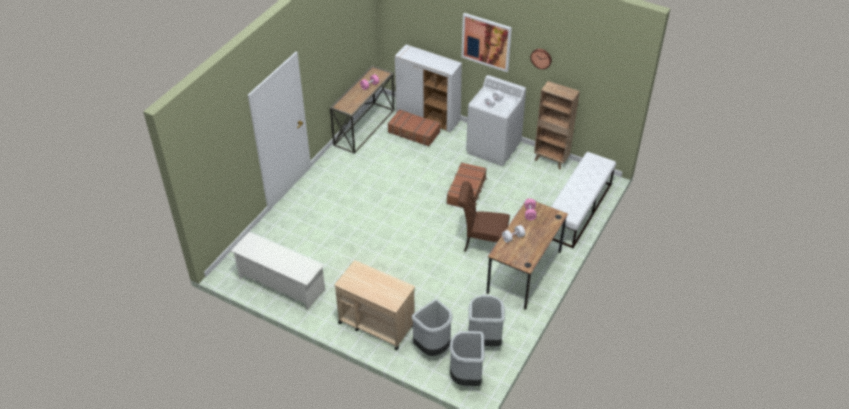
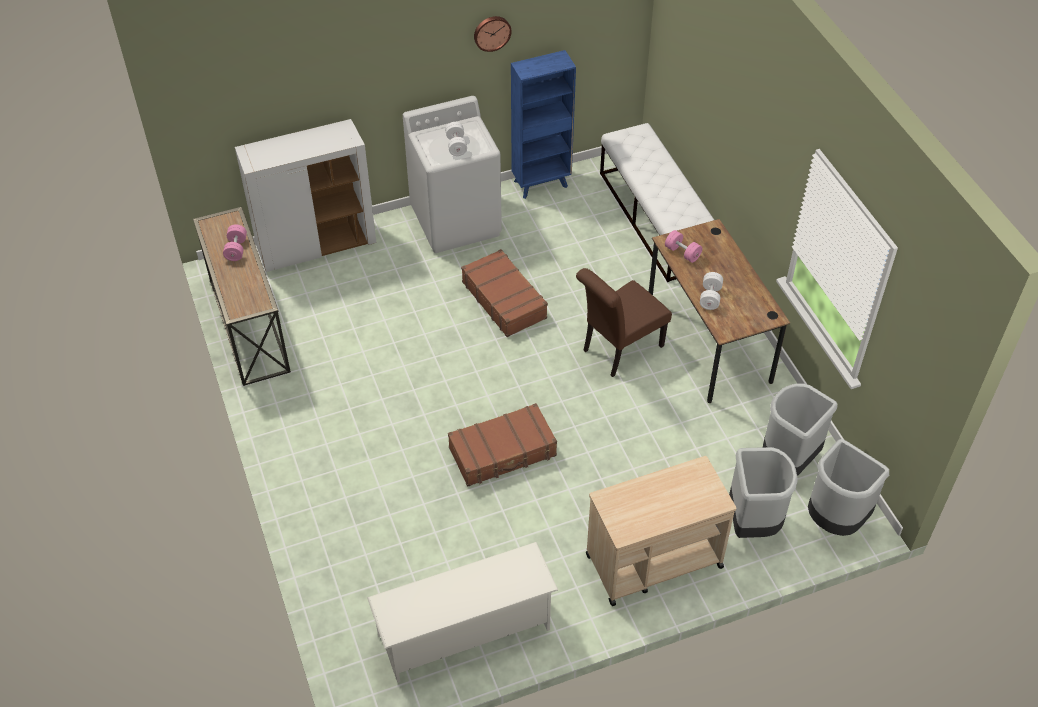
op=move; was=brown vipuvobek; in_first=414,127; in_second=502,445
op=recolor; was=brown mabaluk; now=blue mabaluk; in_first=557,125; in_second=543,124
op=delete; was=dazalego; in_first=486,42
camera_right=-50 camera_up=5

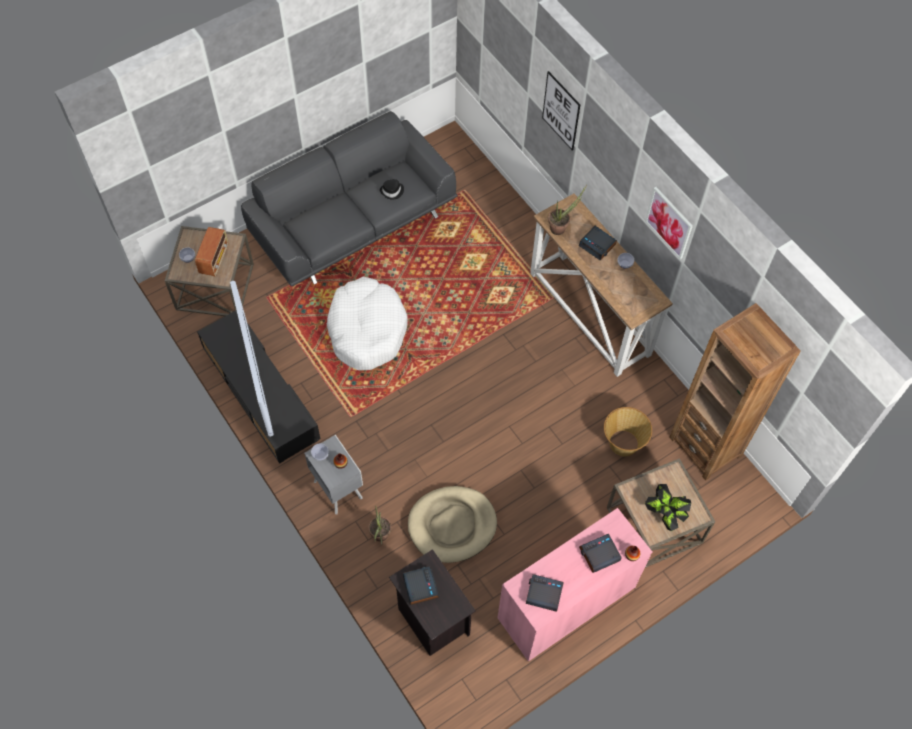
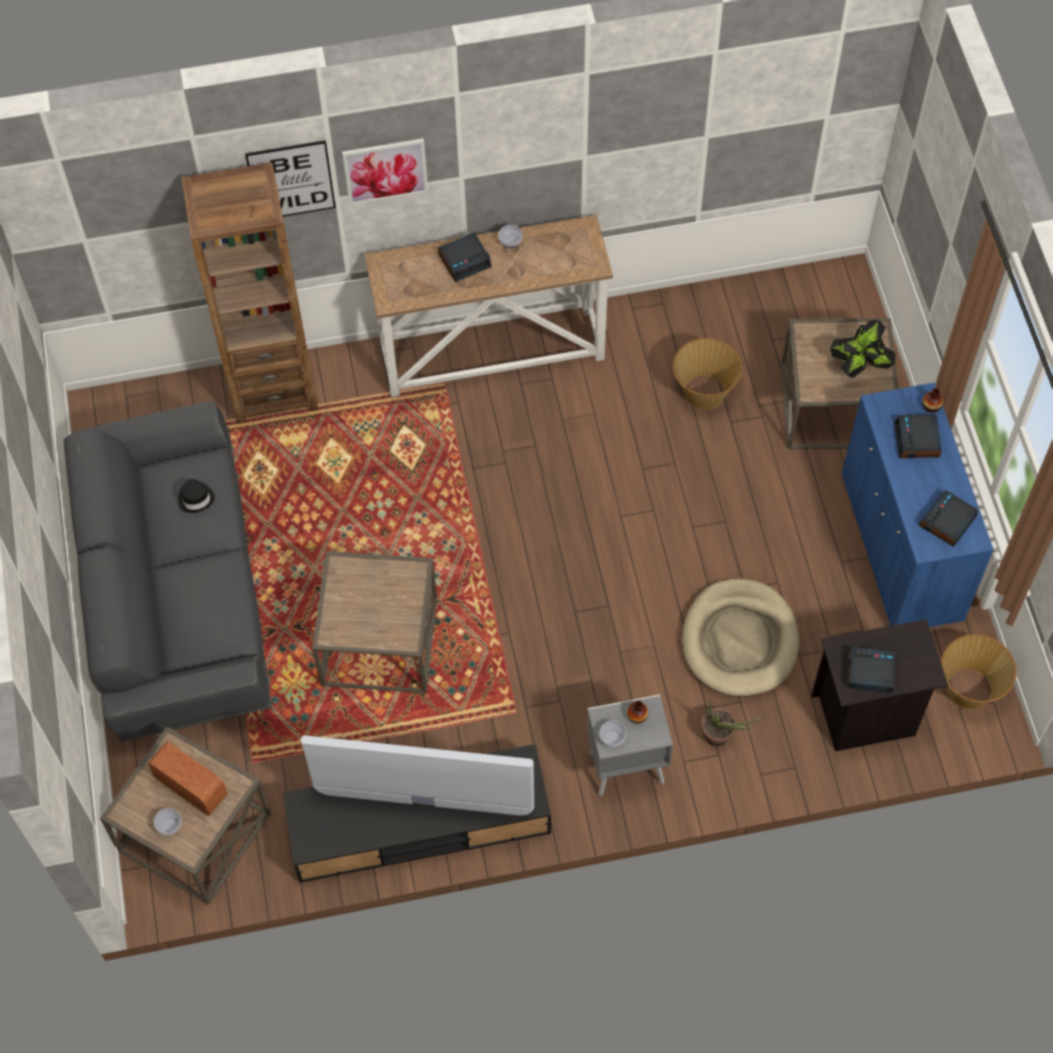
op=move; was=brown mabaluk; in_first=735,392; in_second=250,293
op=replace; was=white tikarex; now=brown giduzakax; in_first=367,323; in_second=374,622
op=move; was=dazalego; in_first=669,223; in_second=385,171
op=recolor; was=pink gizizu; now=blue gizizu; in_first=574,585; in_second=918,504
op=insert; now=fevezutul; in_second=979,671
op=delete; was=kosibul; in_first=567,210
camera_right=-65 camera_up=0

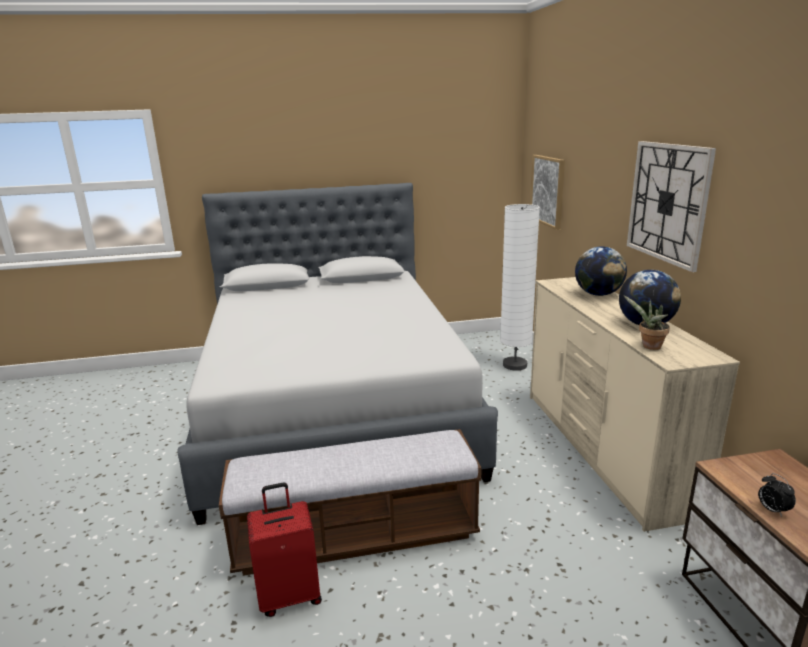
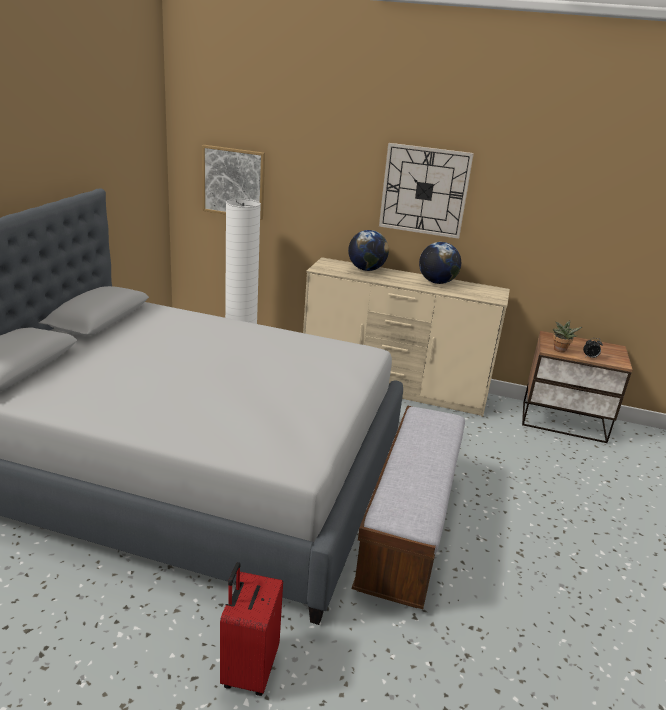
op=move; was=red vipuvobek; in_first=284,550; in_second=251,629
op=move; was=kosibul; in_first=646,322; in_second=567,336
camera_right=-65 camera_up=5

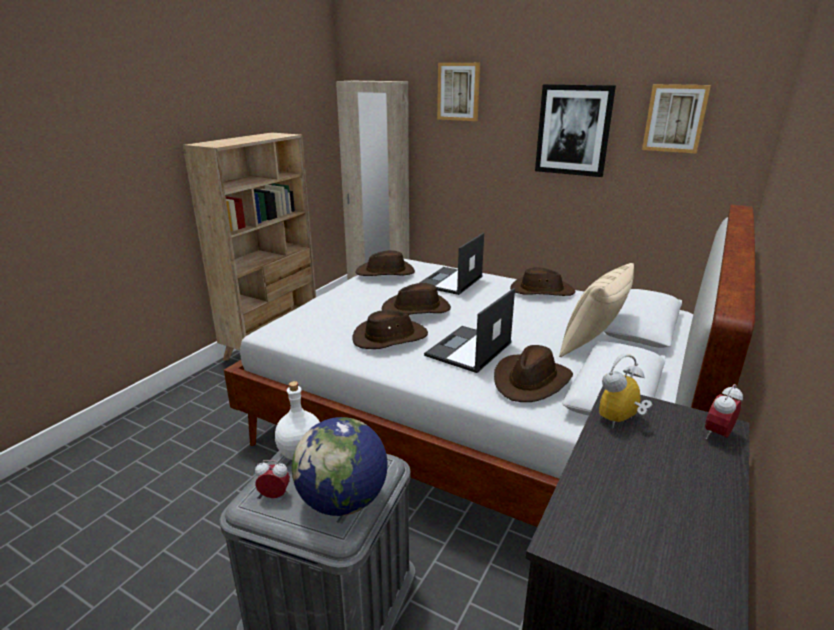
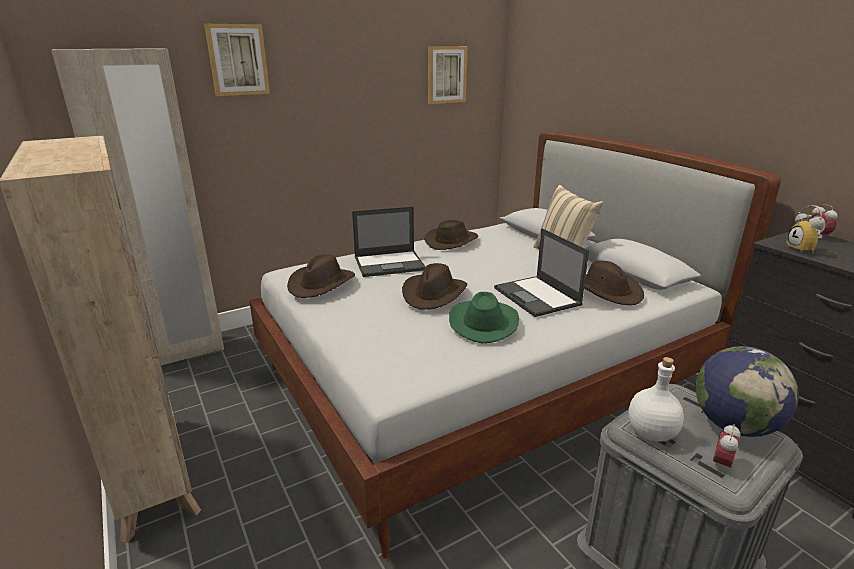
op=rotate; was=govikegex; in_first=452,264; in_second=389,241; clockwise=-75
op=recolor; was=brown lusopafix; now=green lusopafix; in_first=390,329; in_second=484,317
op=delete; was=dazalego; in_first=575,130
camera_right=-60 camera_up=0

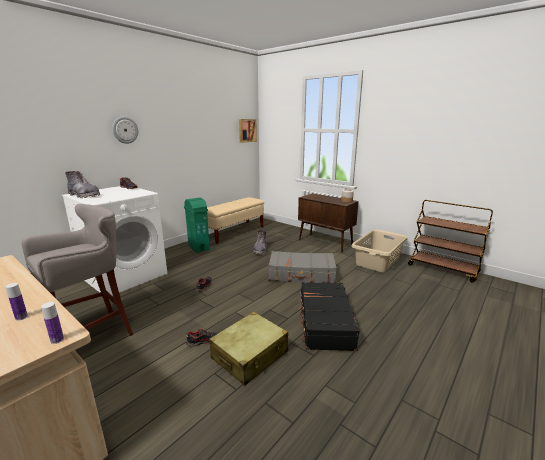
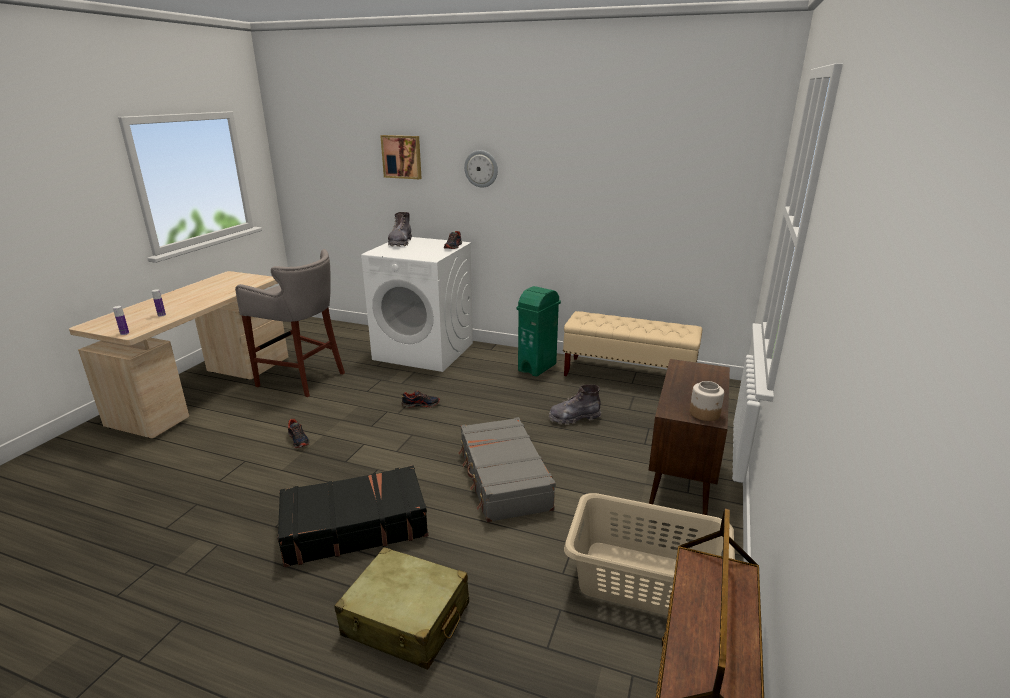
op=move; was=beige vipuvobek; in_first=248,349; in_second=401,608
op=move; was=dazalego; in_first=248,131; in_second=401,157
camera_right=70 camera_up=5

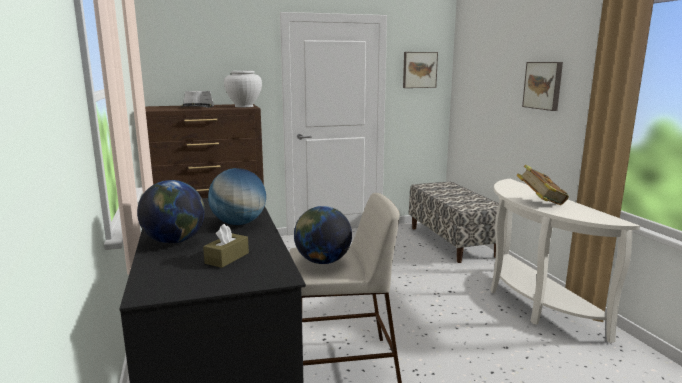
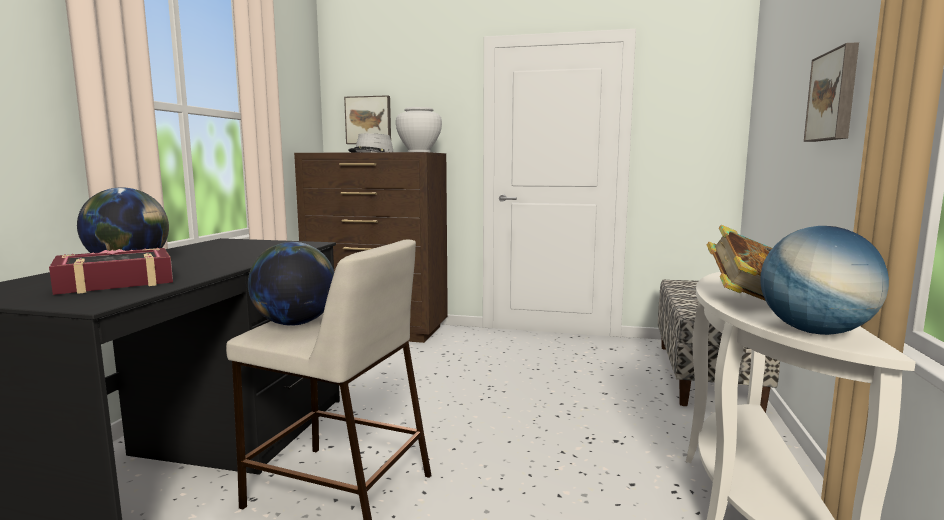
op=replace; was=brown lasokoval; now=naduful; in_first=226,246; in_second=111,271
op=move; was=dazalego; in_first=420,70; in_second=367,119
op=move; was=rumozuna; in_first=237,196; in_second=824,280
camera_right=30 camera_up=-5

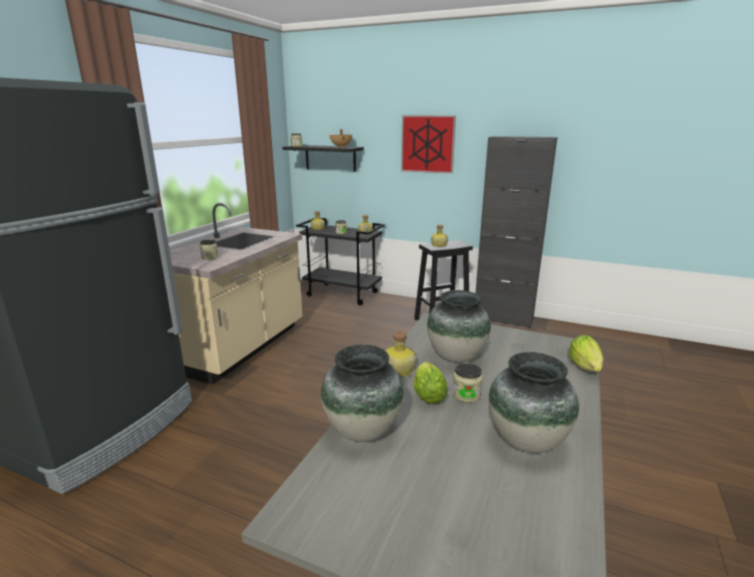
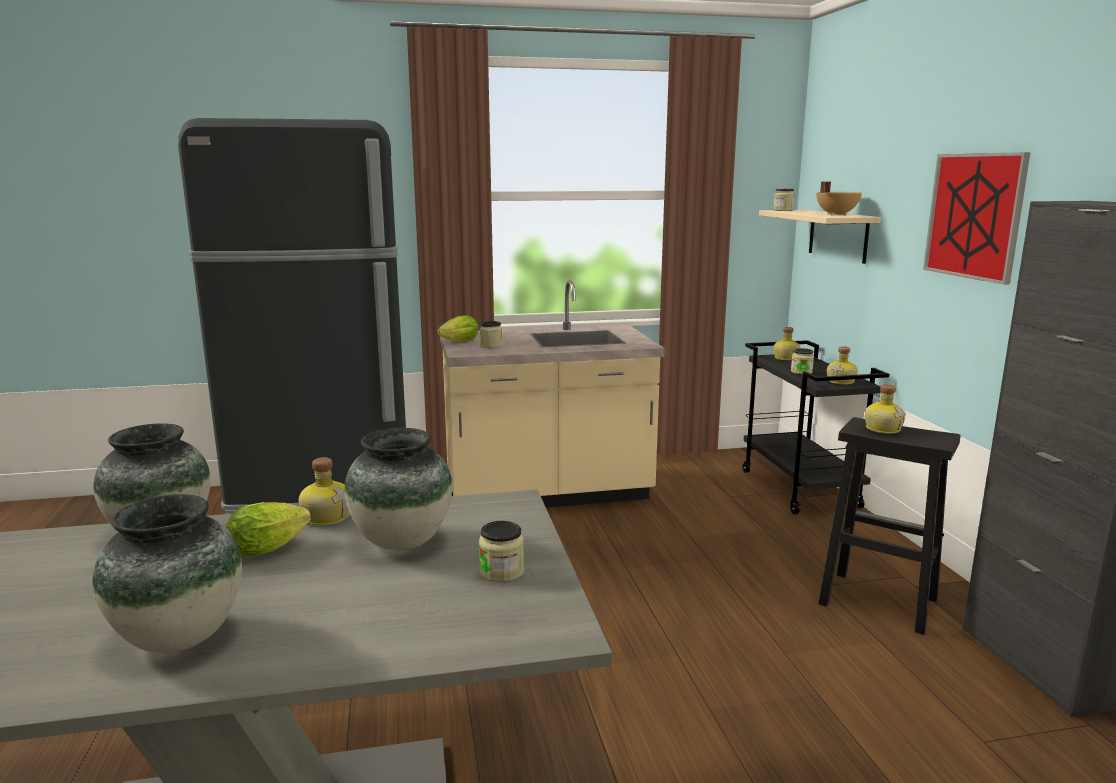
op=move; was=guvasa; in_first=586,353; in_second=457,328
op=move; was=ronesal; in_first=467,383; in_second=501,551
op=recolor; was=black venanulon; now=beige venanulon; in_first=323,158; in_second=820,237
camera_right=55 camera_up=-5

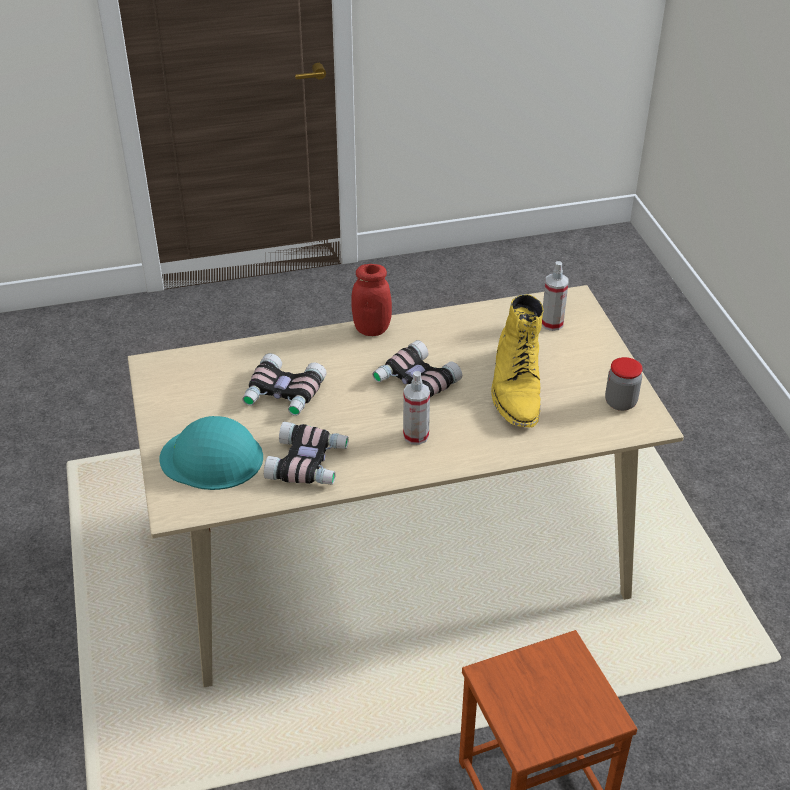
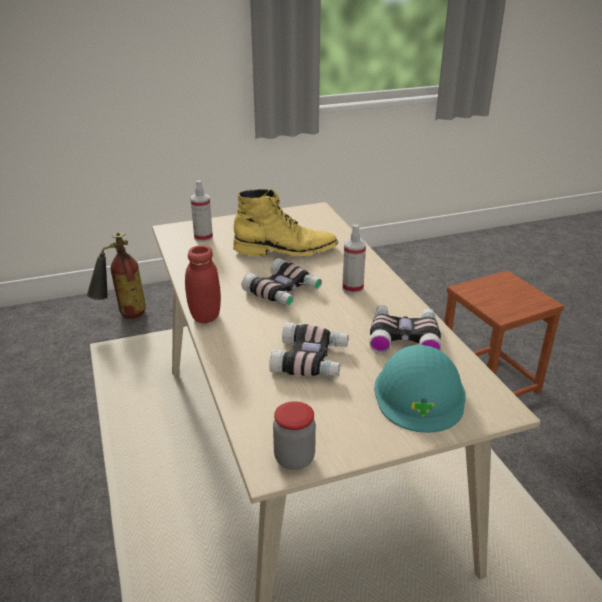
op=insert; now=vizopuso; in_second=116,275
op=move; was=ronesal; in_first=624,384; in_second=294,435
camera_right=-95 camera_up=-10

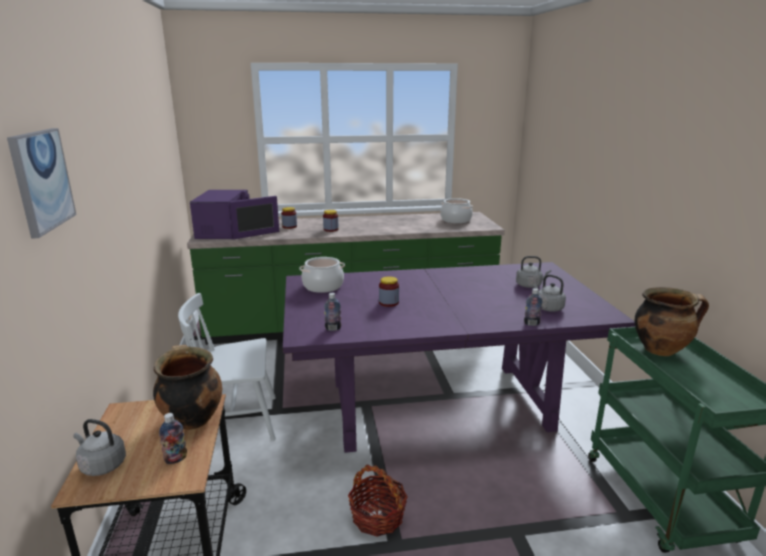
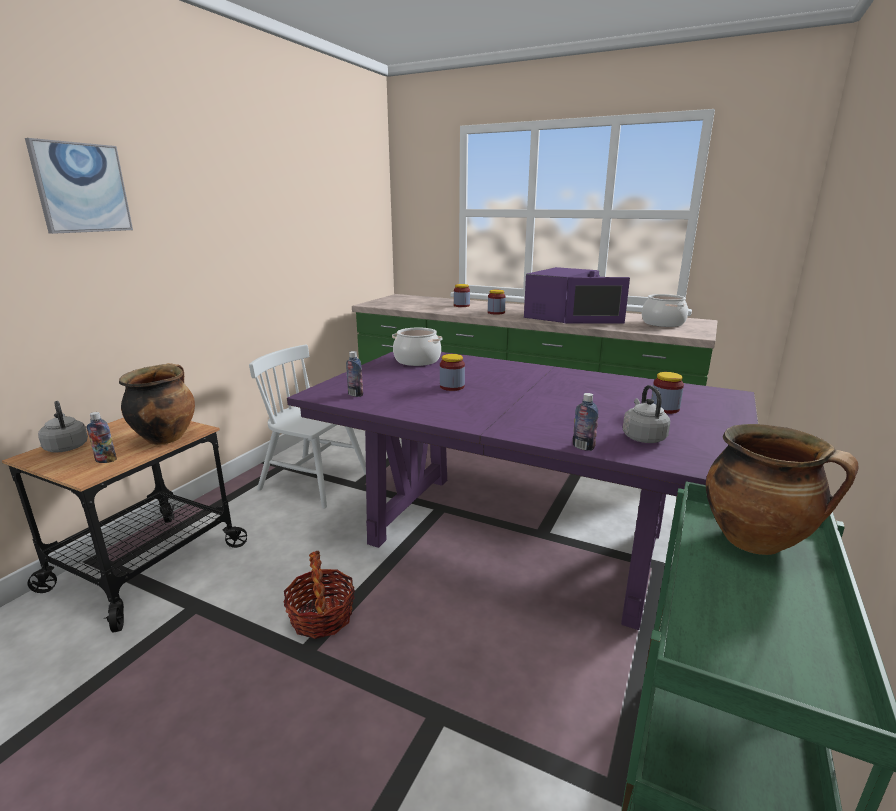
op=move; was=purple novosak; in_first=234,214; in_second=577,295
op=replace; was=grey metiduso; now=ronesal; in_first=533,272; in_second=667,393
camera_right=35 camera_up=0

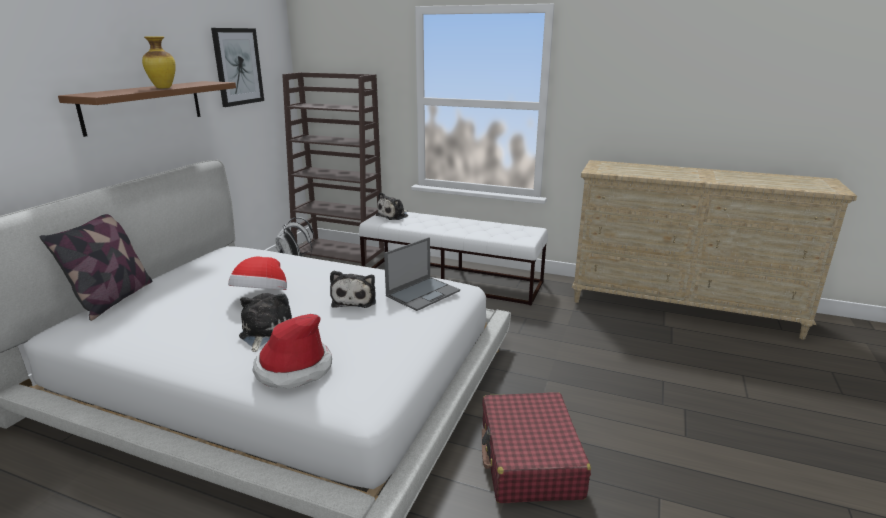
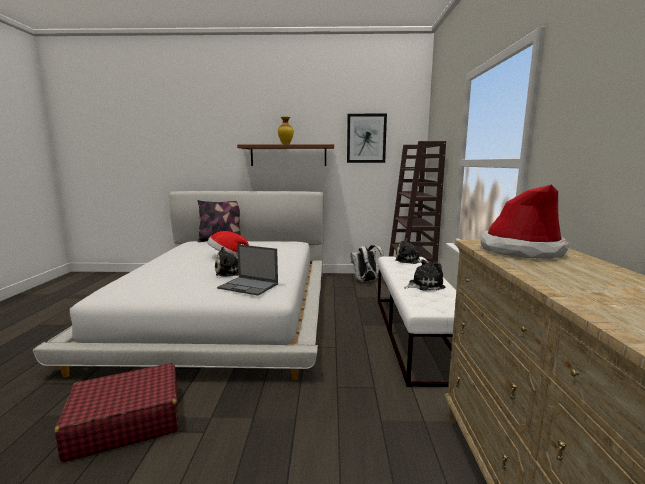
op=move; was=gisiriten; in_first=265,322; in_second=424,274
op=move; was=lusopafix; in_first=292,351; in_second=525,221
camera_right=70 camera_up=-10

